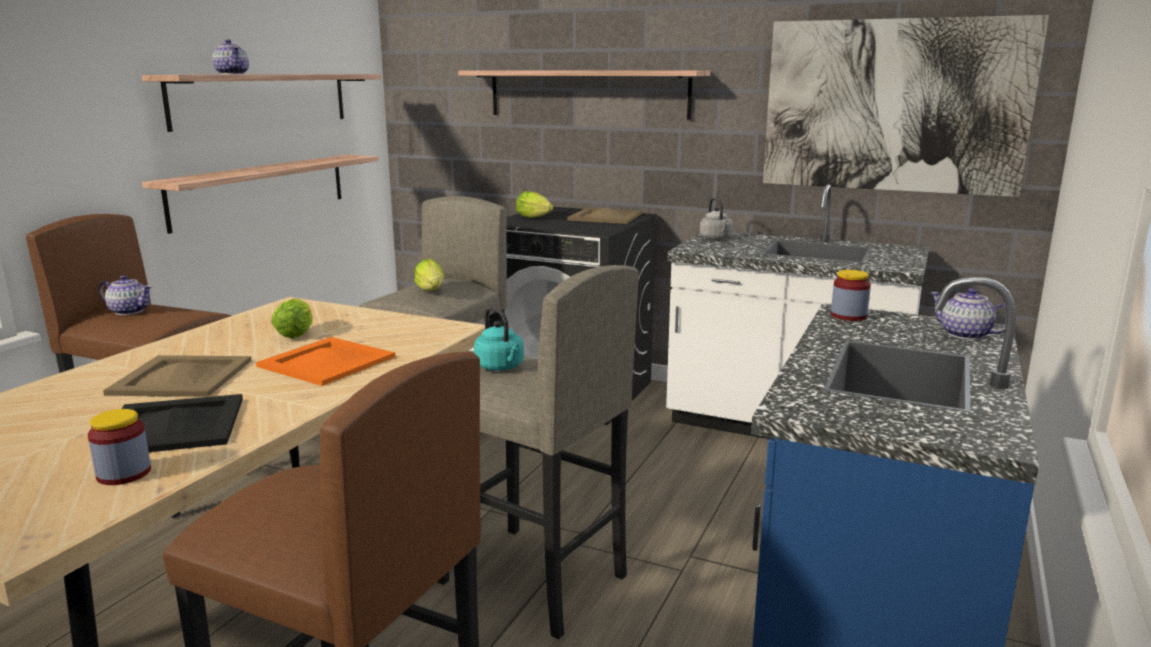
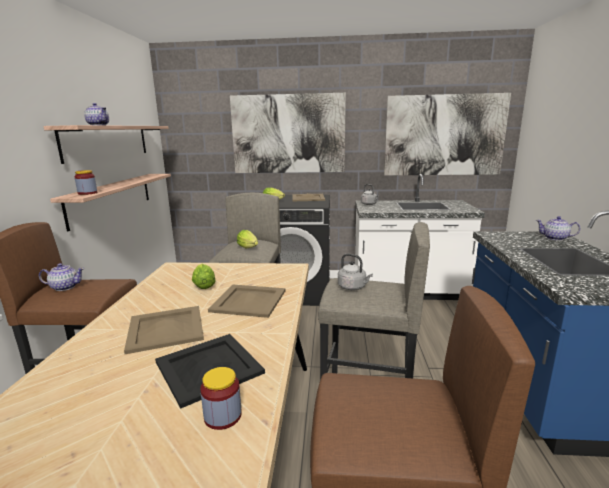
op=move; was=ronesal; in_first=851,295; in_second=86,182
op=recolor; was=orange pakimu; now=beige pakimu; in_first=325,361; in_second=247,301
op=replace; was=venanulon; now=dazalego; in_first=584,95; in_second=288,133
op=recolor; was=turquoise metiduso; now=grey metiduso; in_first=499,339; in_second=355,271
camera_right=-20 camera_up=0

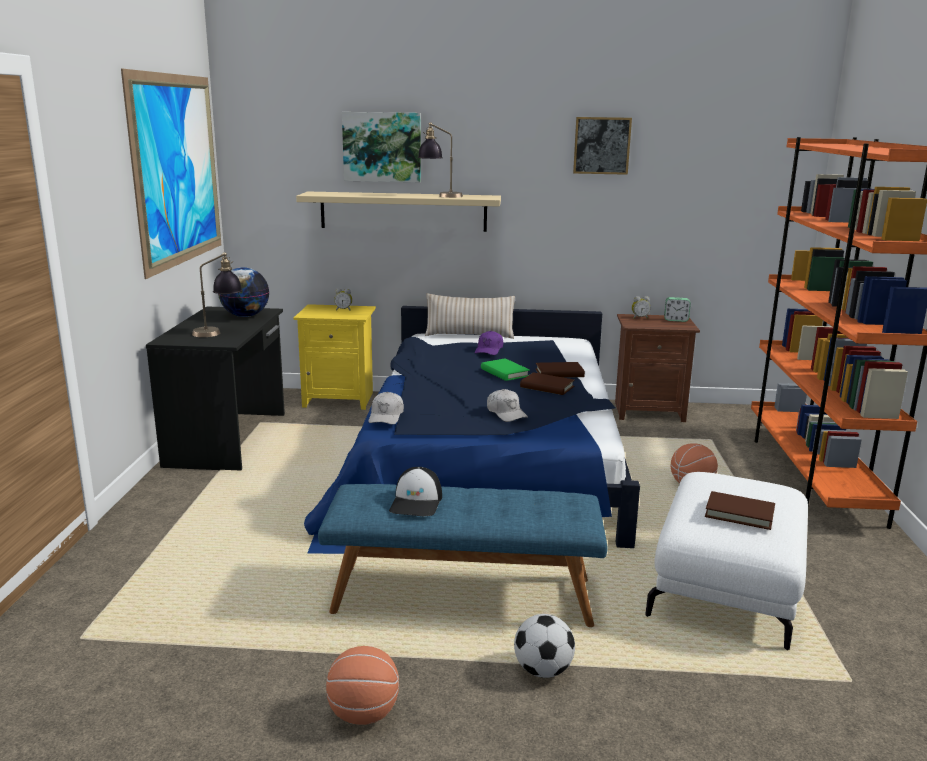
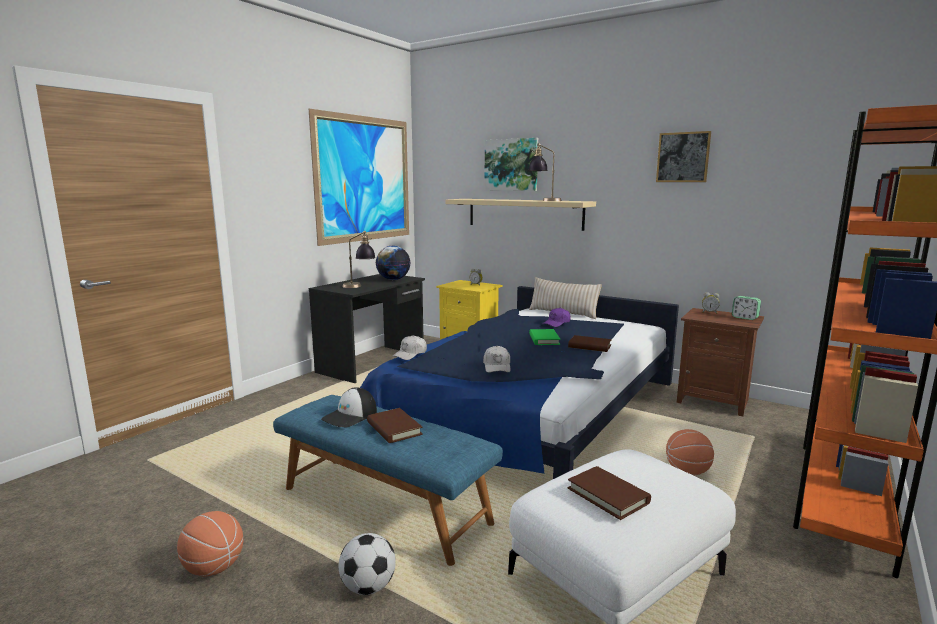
op=move; was=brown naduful; in_first=547,383; in_second=395,425
camera_right=30 camera_up=-5

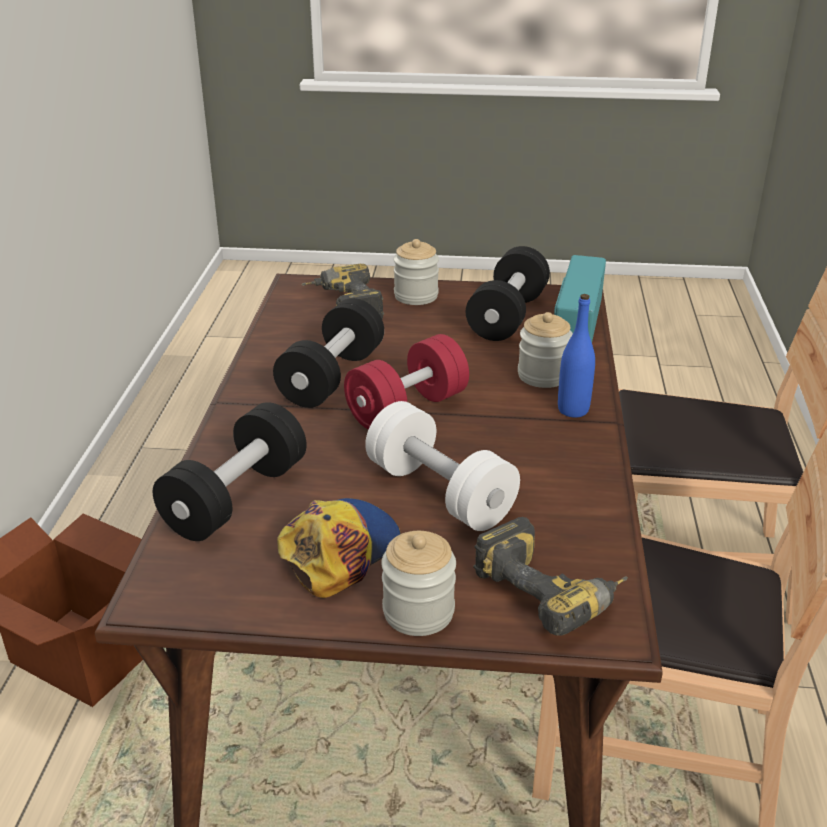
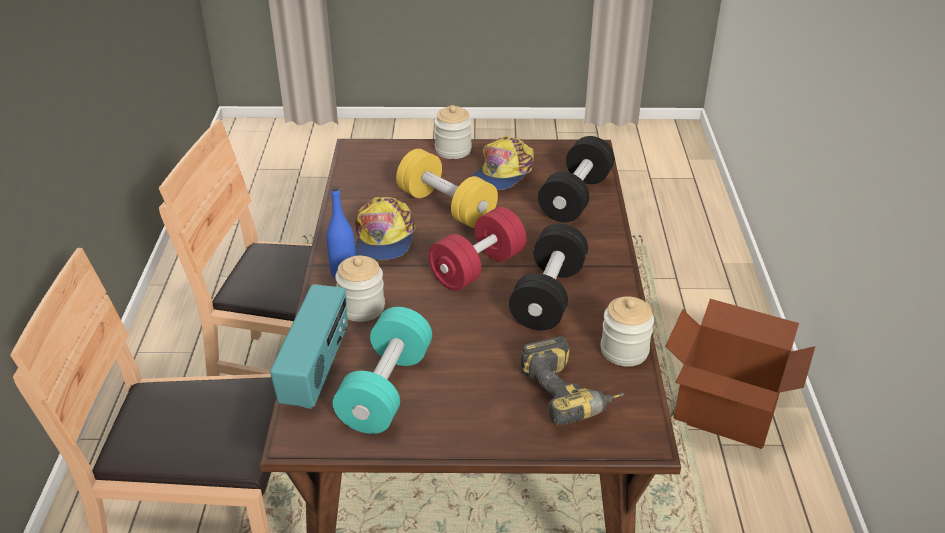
op=recolor; was=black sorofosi; now=turquoise sorofosi; in_first=508,293; in_second=382,370
op=insert; now=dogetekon; in_second=385,229
op=recolor; was=white sorofosi; now=yellow sorofosi; in_first=442,466; in_second=447,188
op=move; was=ronesal; in_first=416,272; in_second=627,331
op=delete; was=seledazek; in_first=550,576
camera_right=175 camera_up=5

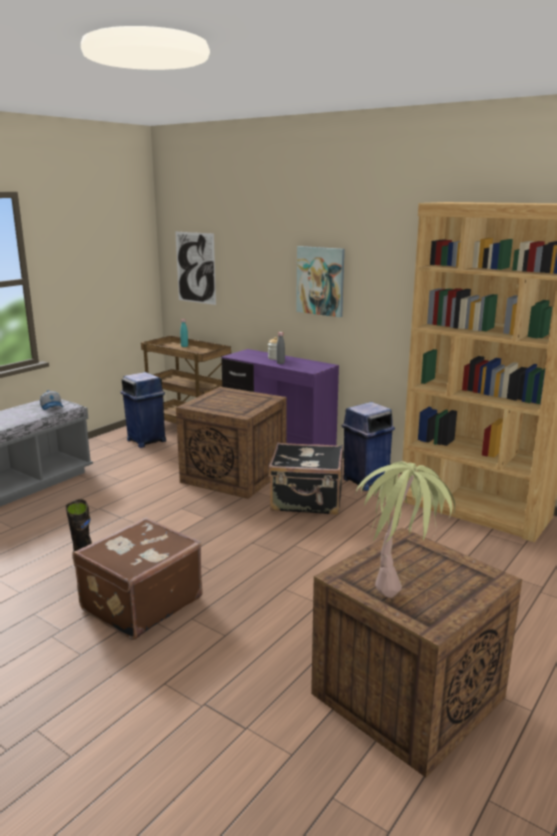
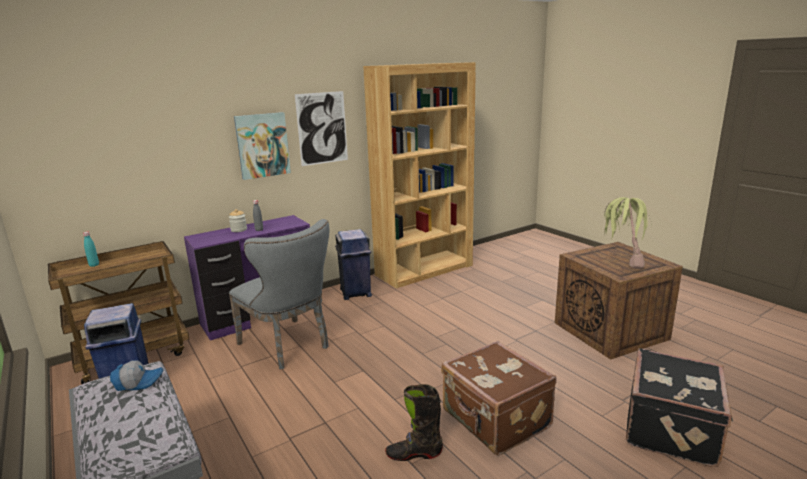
op=replace; was=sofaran; now=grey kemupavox; in_first=231,443; in_second=279,294
op=move; was=dazalego; in_first=195,268; in_second=321,128
op=move; was=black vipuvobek; in_first=305,478; in_second=679,407
camera_right=-70 camera_up=0

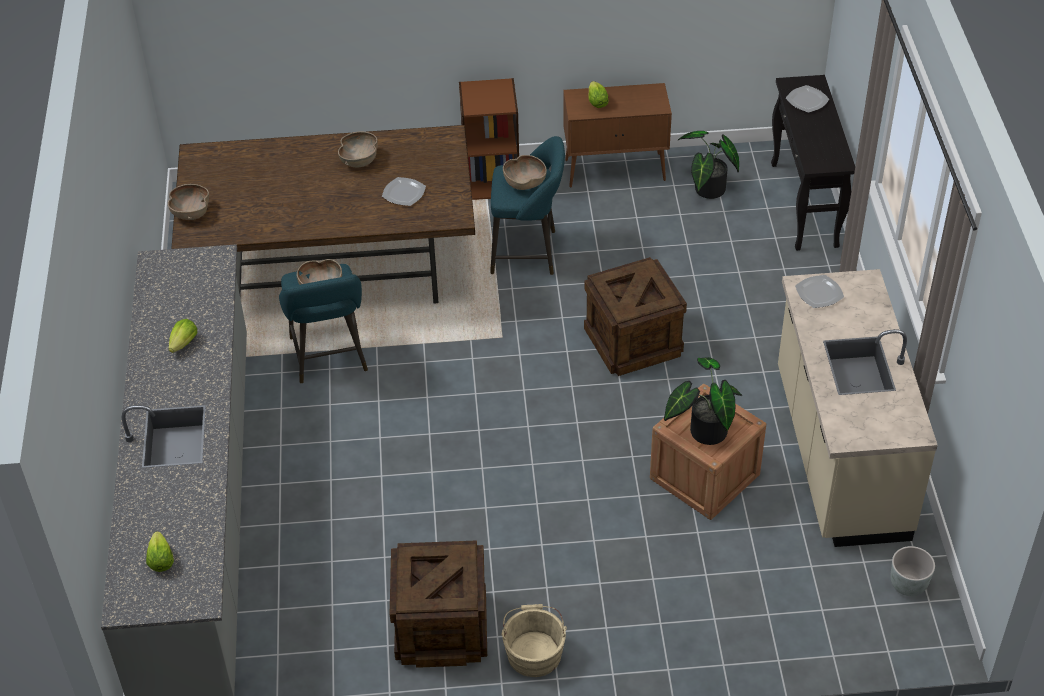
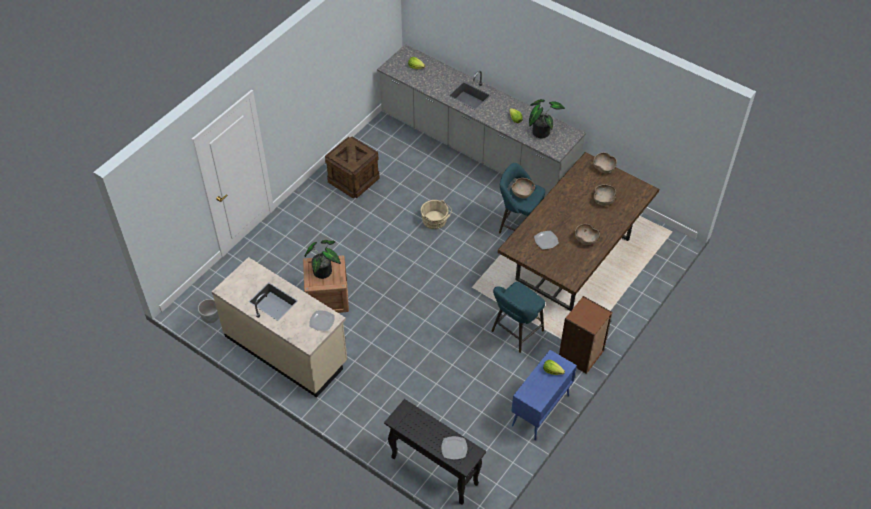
op=move; was=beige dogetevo; in_first=534,640; in_second=436,214
op=recolor; was=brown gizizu; now=blue gizizu; in_first=617,135; in_second=544,395
op=move; was=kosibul; in_first=708,165; in_second=547,118
op=move; was=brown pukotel; in_first=525,172; in_second=605,195
op=delete; was=sofaran; in_first=635,316
camera_right=130 camera_up=5

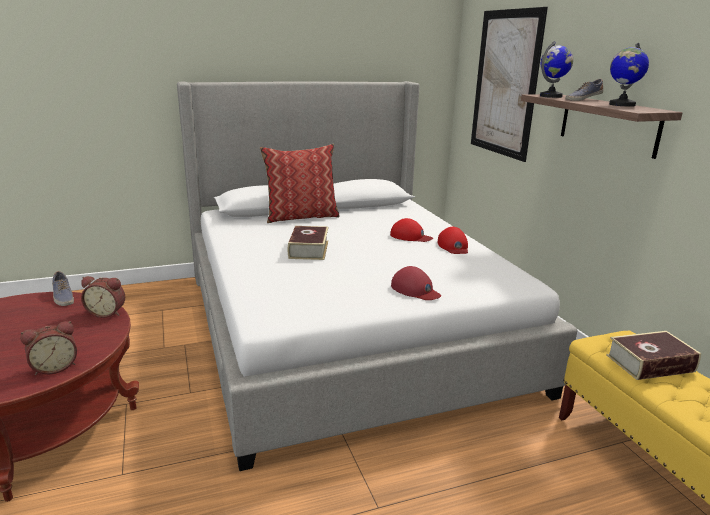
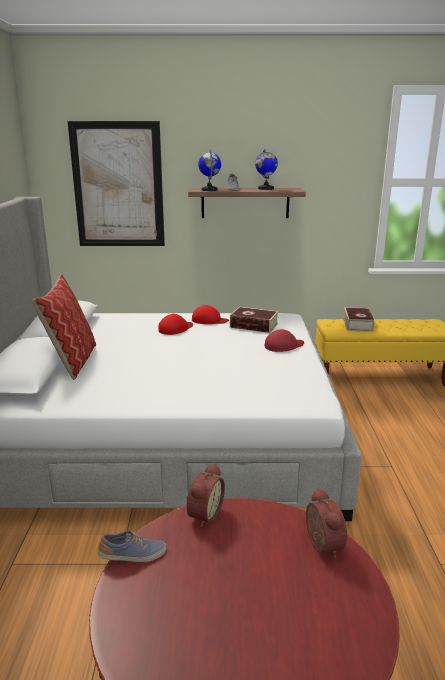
op=move; was=naduful; in_first=308,243; in_second=254,320
camera_right=-70 camera_up=0

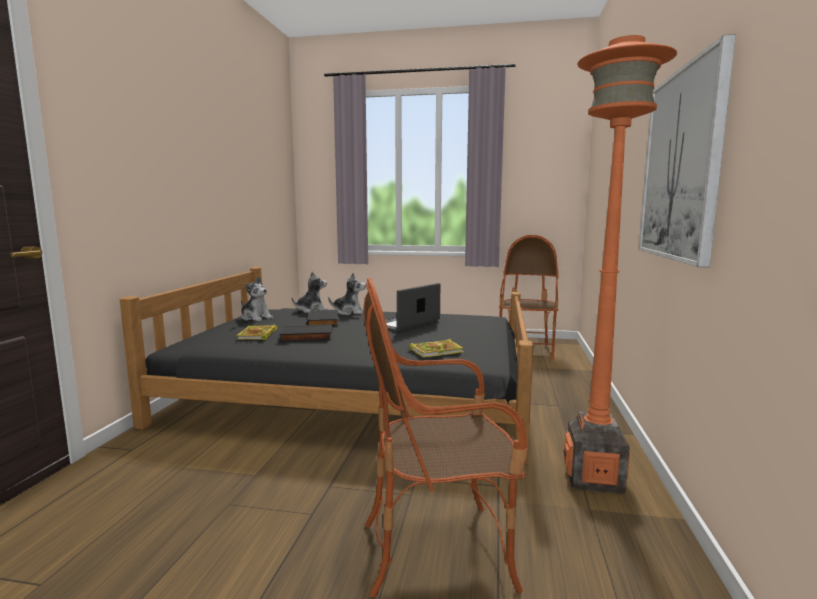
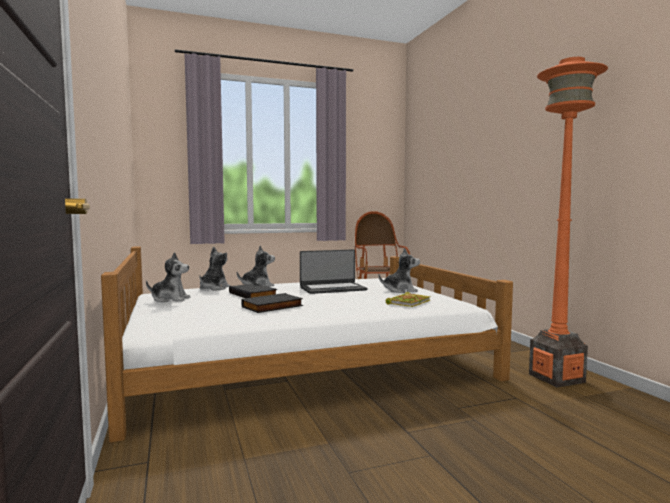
op=recolor; was=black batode; now=white batode; in_first=326,365; in_second=307,344
op=rotate; was=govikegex; in_first=412,307; in_second=333,271; clockwise=-120
op=insert; now=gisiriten; in_second=399,270
op=delete; was=naduful; in_first=257,332
op=delete; was=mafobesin; in_first=445,437
op=delete; was=dazalego; in_first=687,150
camera_right=-30 camera_up=-5

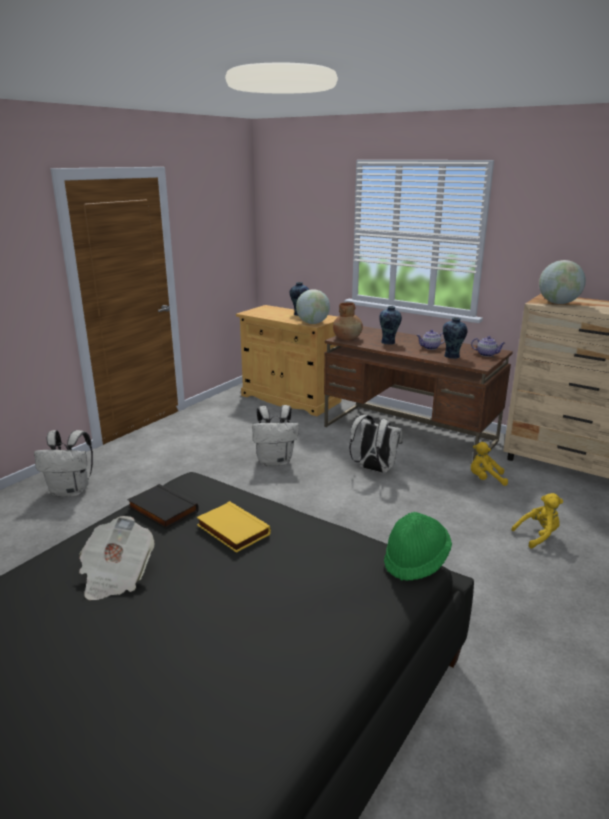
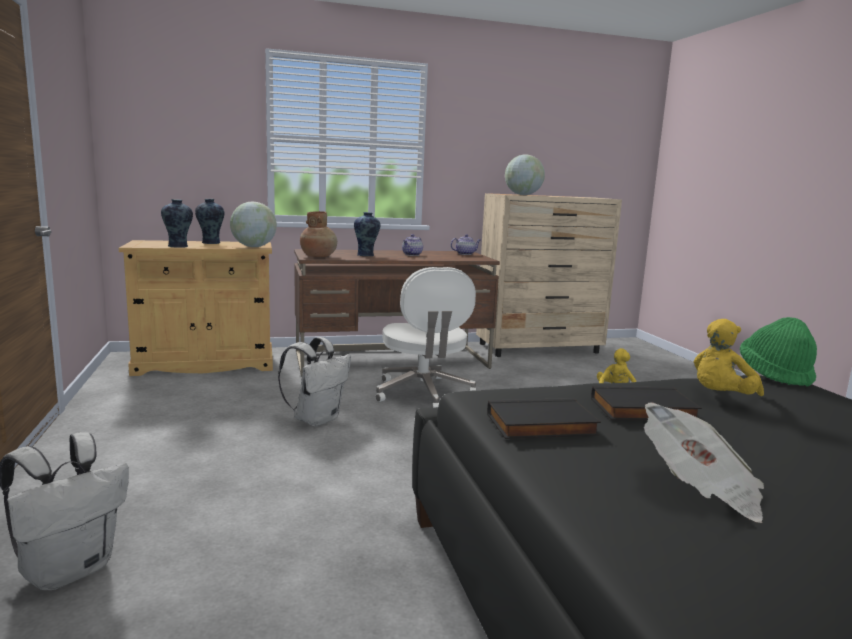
op=move; was=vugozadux; in_first=455,338; in_second=177,223
op=replace; was=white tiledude; now=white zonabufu; in_first=376,444; in_second=425,337
op=recolor; was=yellow naduful; now=black naduful; in_first=234,527; in_second=646,403
op=move; was=yellow gisiriten; in_first=489,464; in_second=728,357
camera_right=-50 camera_up=-10

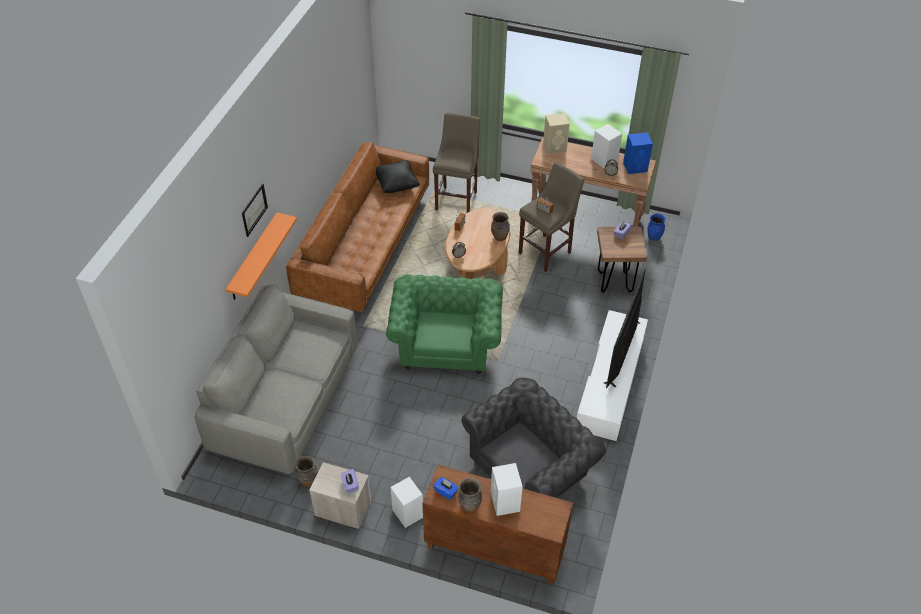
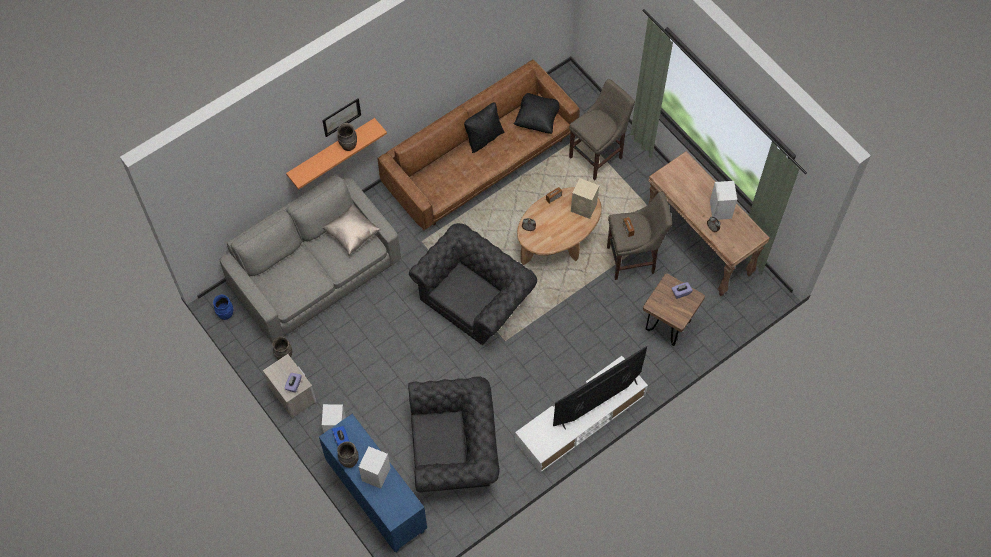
op=move; was=blue vugozadux; in_first=656,227; in_second=223,307
op=recolor; was=brown gizizu; now=blue gizizu; in_first=497,525; in_second=373,483
op=insert; now=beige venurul; in_second=352,229
op=move; was=brown vugozadux; in_first=500,226; in_second=347,137
op=recolor; was=green mafobesin; now=grey mafobesin; in_first=444,324; in_second=473,284
op=insert; now=black venurul; in_second=484,128
op=move; was=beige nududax; in_first=556,133; in_second=585,198
op=delete; was=blue nududax; in_first=638,153
camera_right=35 camera_up=15

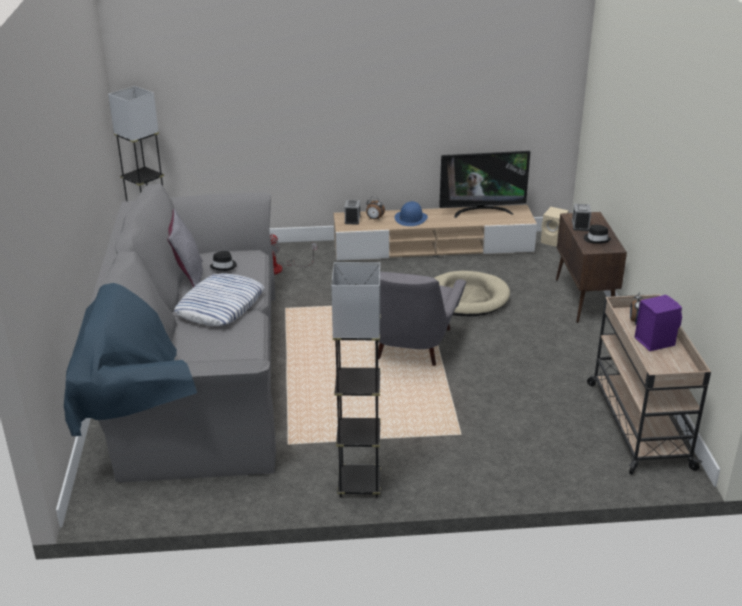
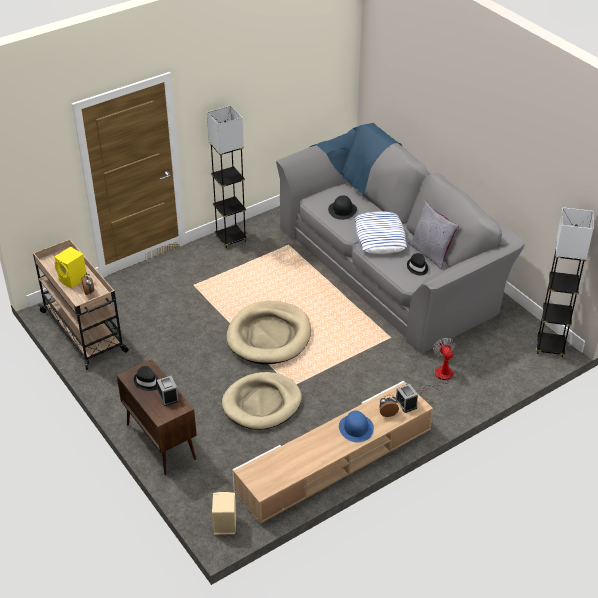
op=recolor; was=purple nududax; now=yellow nududax; in_first=658,323; in_second=70,267
op=replace; was=grey mafobesin; now=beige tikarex; in_first=422,318; in_second=269,332
op=insert; now=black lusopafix; in_second=342,207
op=delete; was=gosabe; in_first=484,184
camera_right=150 camera_up=10

